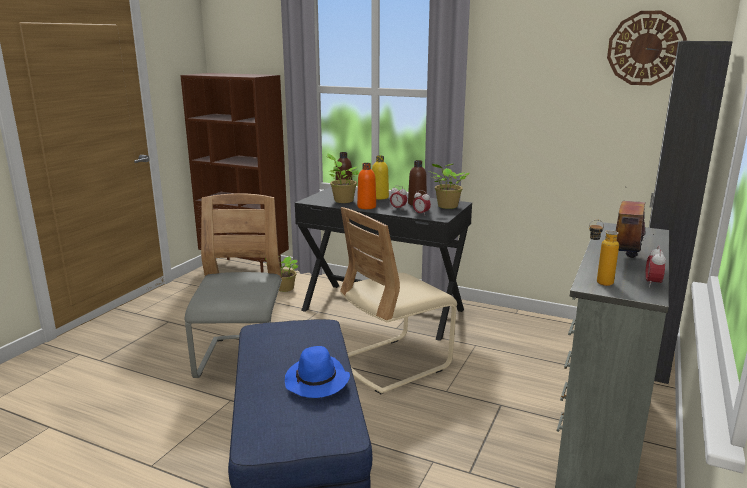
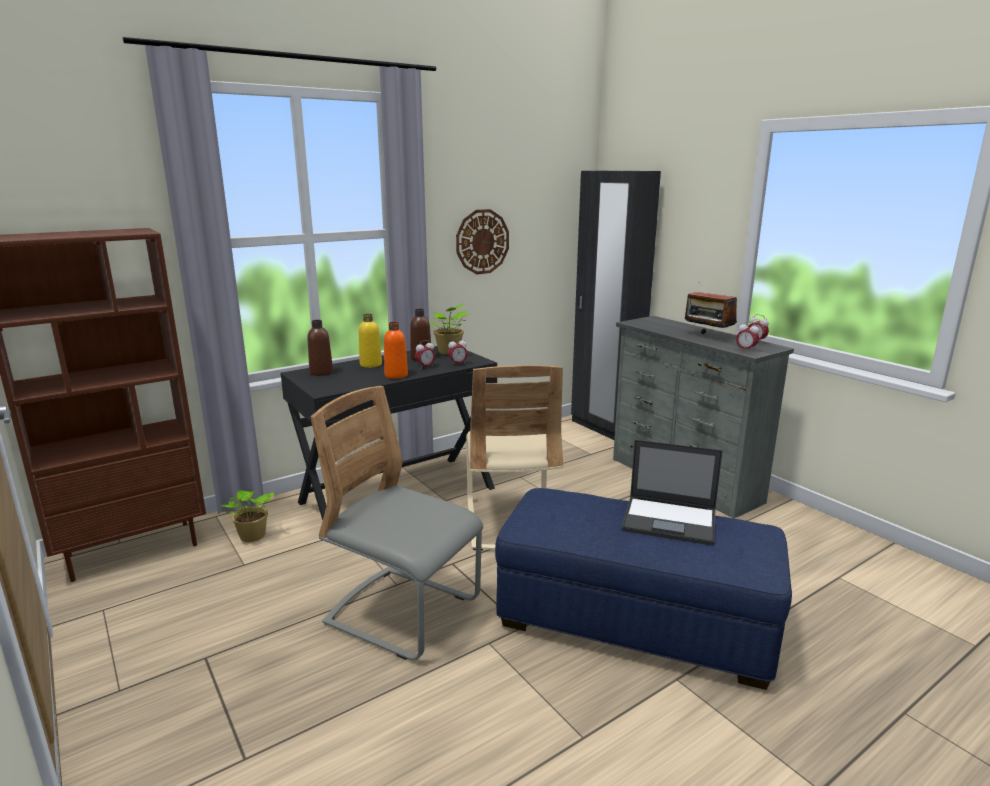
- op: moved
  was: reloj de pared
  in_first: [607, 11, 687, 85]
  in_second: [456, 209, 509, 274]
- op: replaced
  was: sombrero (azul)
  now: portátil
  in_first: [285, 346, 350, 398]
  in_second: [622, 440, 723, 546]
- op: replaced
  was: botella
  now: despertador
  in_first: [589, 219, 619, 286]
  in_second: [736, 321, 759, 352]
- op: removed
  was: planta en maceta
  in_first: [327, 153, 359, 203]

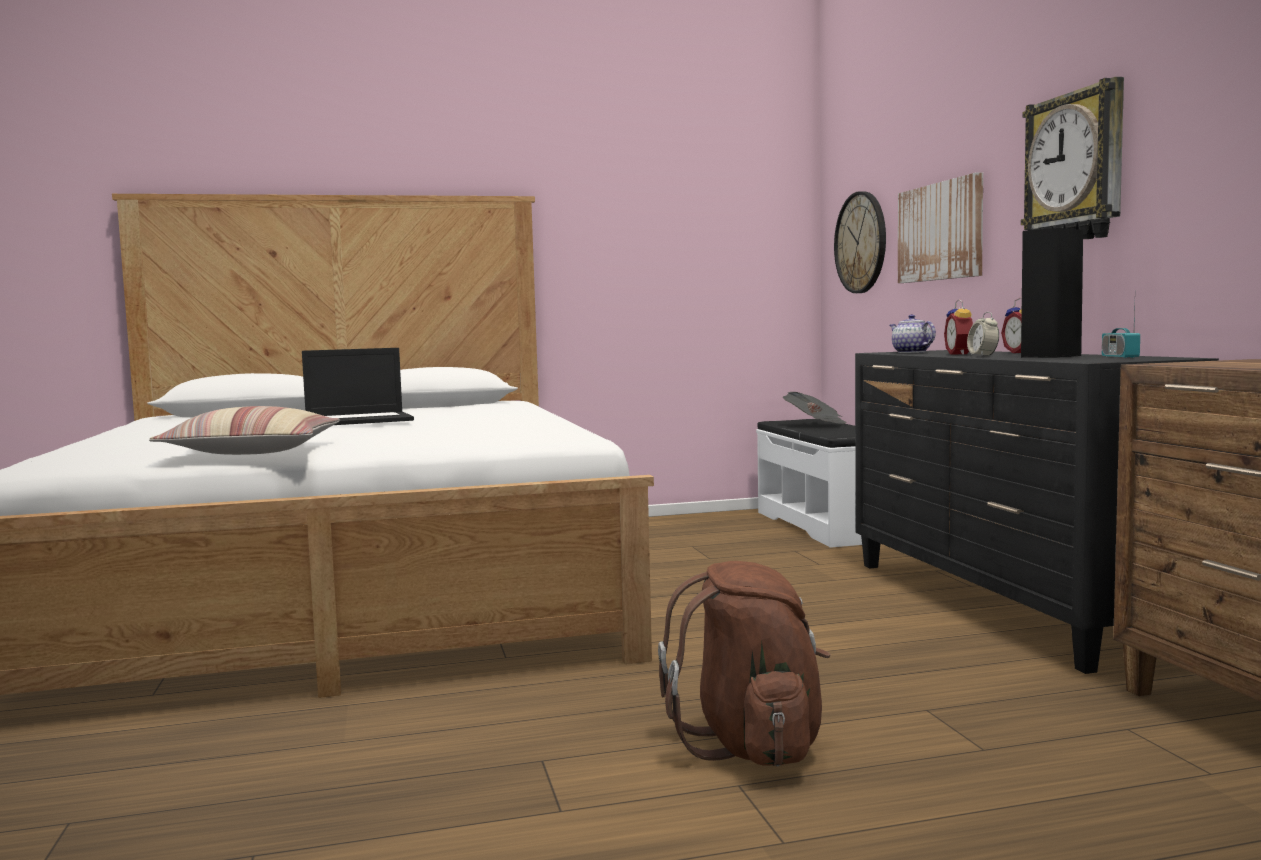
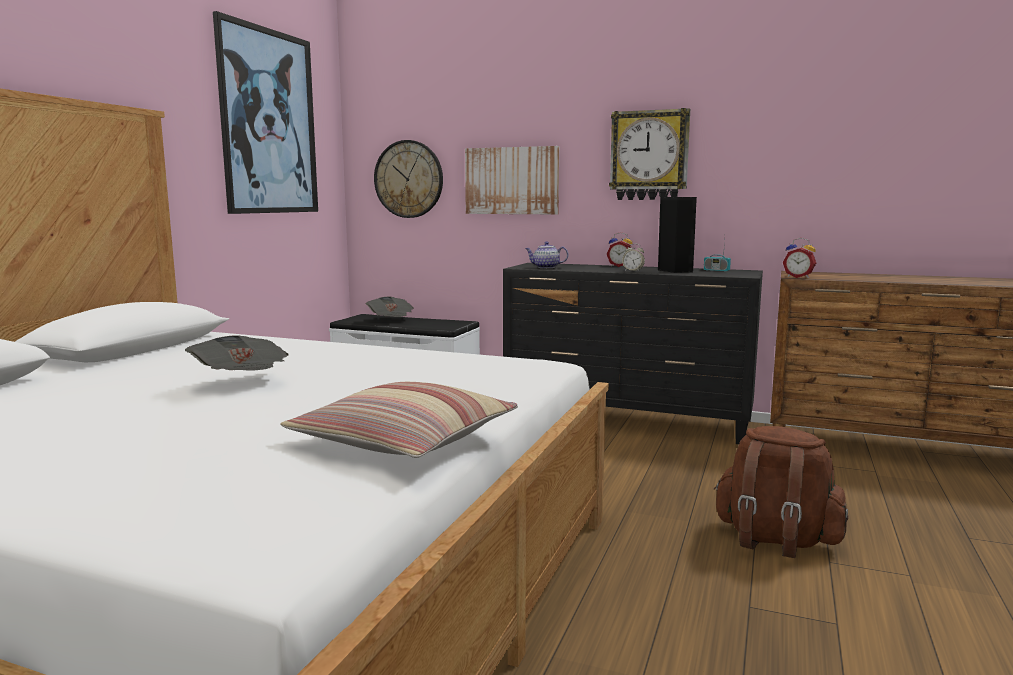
- op: replaced
  was: portátil
  now: periódico
  in_first: [302, 348, 414, 425]
  in_second: [185, 335, 289, 371]
- op: added
  now: cuadro
  in_second: [213, 11, 318, 214]
- op: moved
  was: despertador
  in_first: [944, 299, 973, 355]
  in_second: [783, 238, 816, 278]

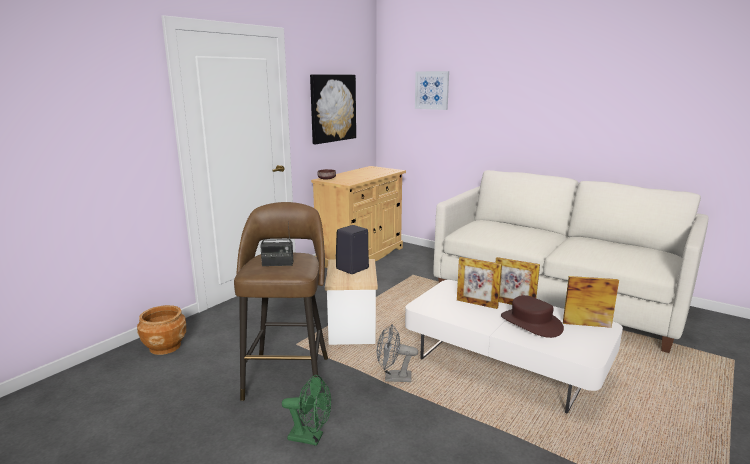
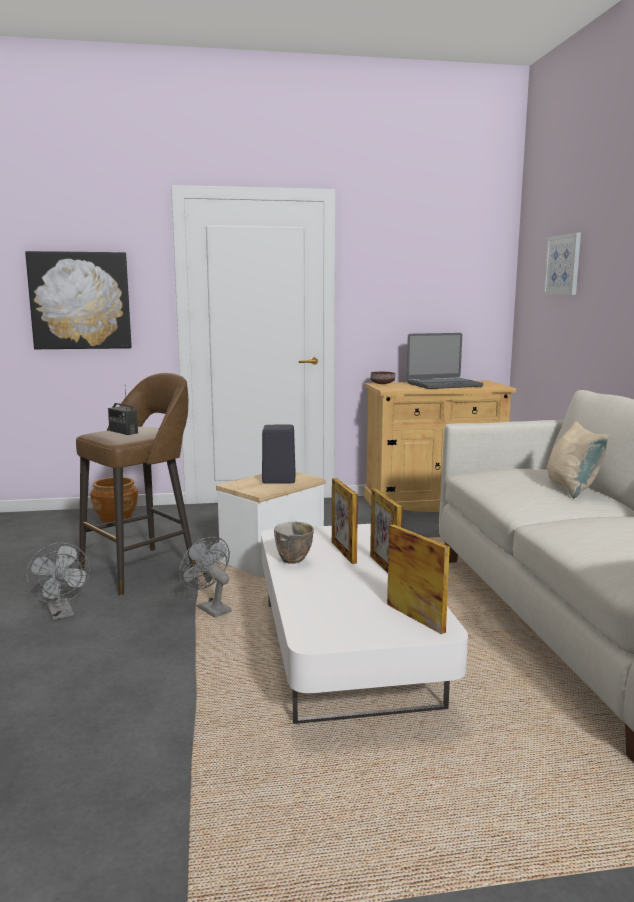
- op: moved
  was: cuadro
  in_first: [310, 74, 356, 144]
  in_second: [25, 251, 132, 349]
- op: recoloured
  was: ventilador (verde)
  now: ventilador (gris)
  in_first: [282, 375, 331, 446]
  in_second: [26, 543, 90, 620]
- op: added
  now: cuenco
  in_second: [274, 521, 314, 564]
- op: added
  now: portátil
  in_second: [407, 333, 483, 389]
- op: added
  now: cojín (beis)
  in_second: [547, 421, 609, 498]
- op: removed
  was: sombrero (marrón)
  in_first: [501, 295, 564, 338]

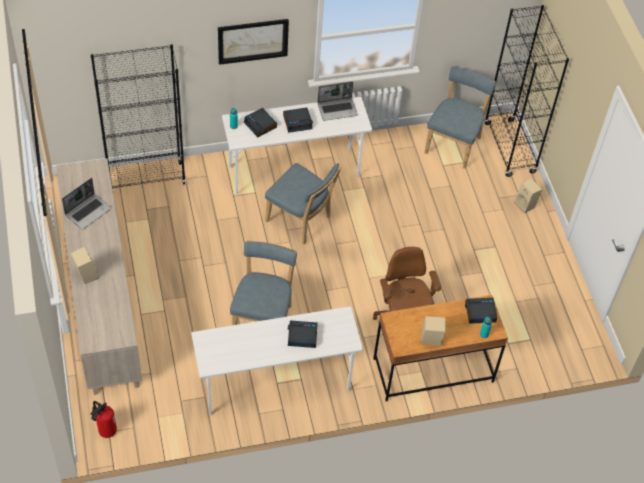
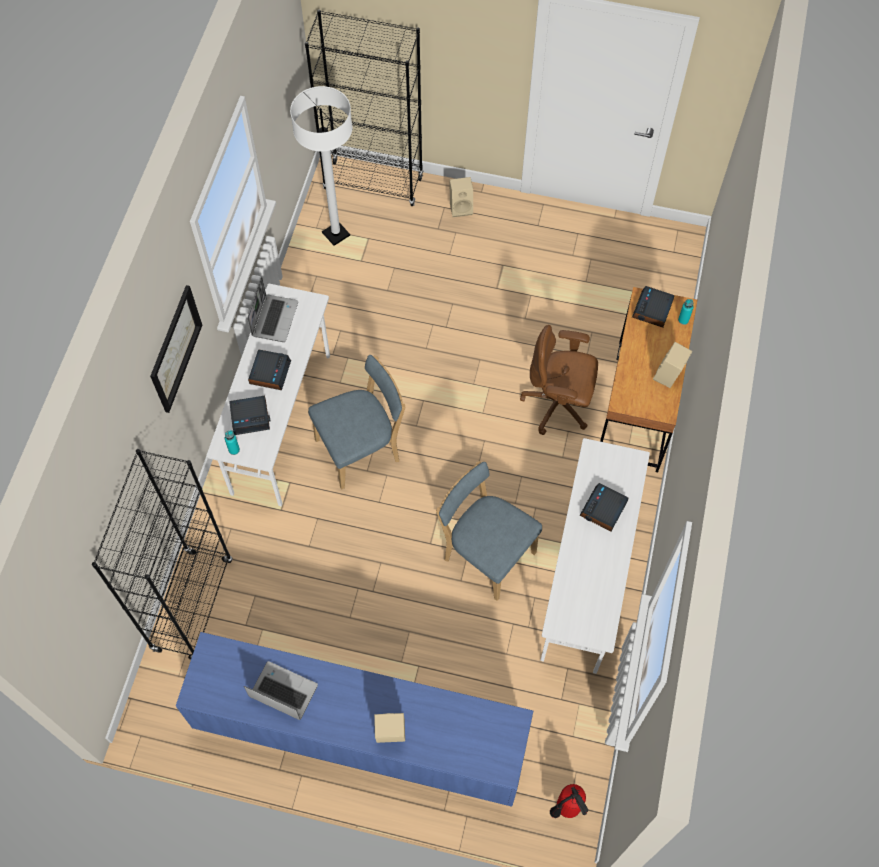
- op: recoloured
  was: armario (beis)
  now: armario (azul)
  in_first: [56, 158, 142, 395]
  in_second: [176, 632, 533, 807]
- op: turned
  was: portátil
  in_first: [62, 178, 111, 229]
  in_second: [244, 661, 318, 720]
  clockwise: -45
- op: replaced
  was: silla (azul)
  now: lámpara de pie (blanco)
  in_first: [425, 66, 496, 169]
  in_second: [290, 86, 353, 246]

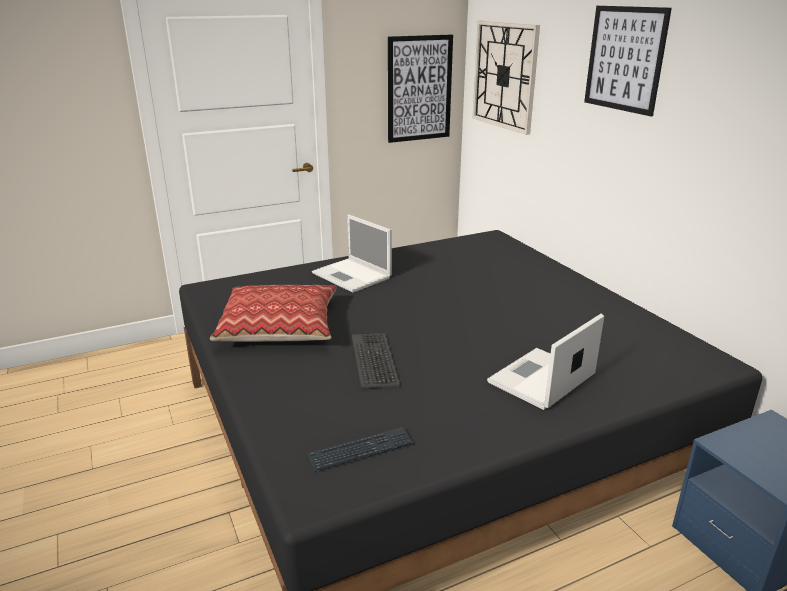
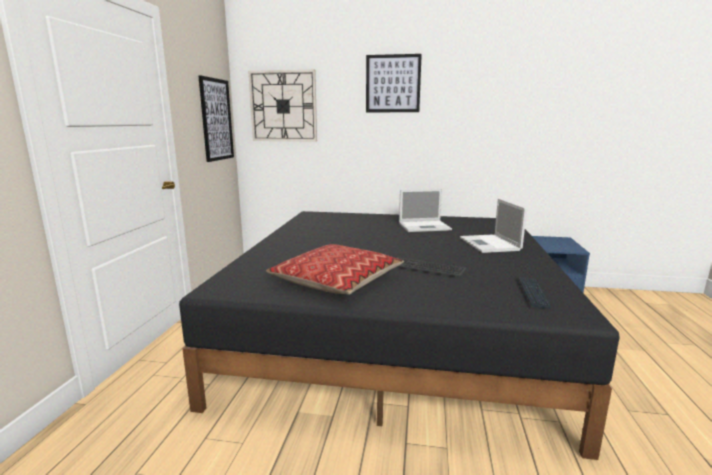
- op: moved
  was: portátil
  in_first: [312, 214, 392, 293]
  in_second: [399, 189, 452, 232]

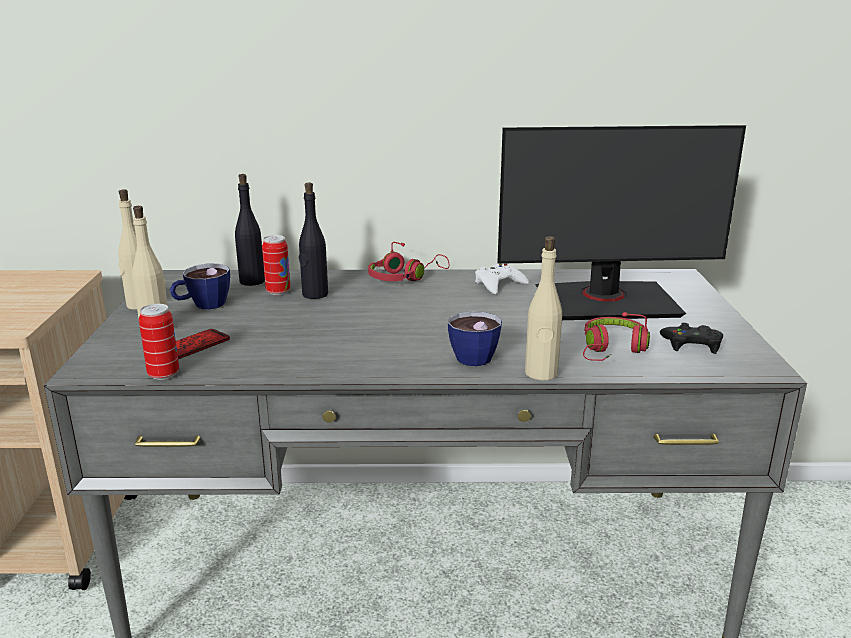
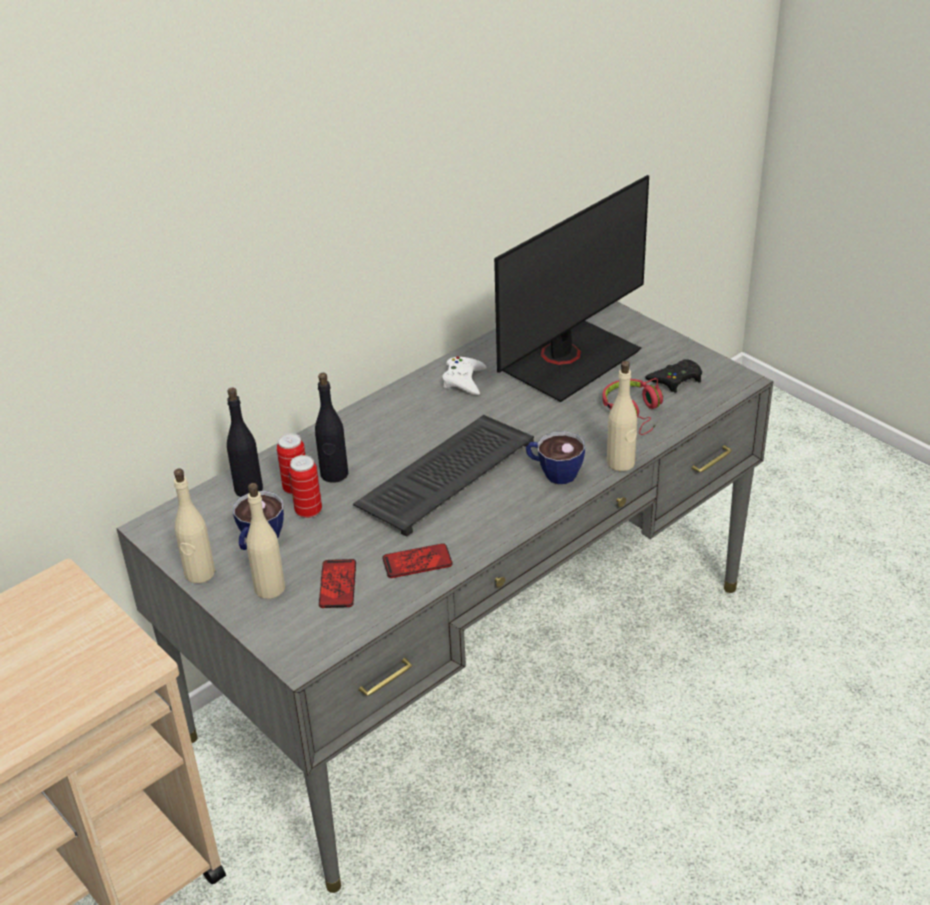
- op: moved
  was: lata
  in_first: [139, 304, 179, 380]
  in_second: [289, 455, 322, 518]
- op: added
  now: teclado
  in_second: [353, 415, 534, 537]
- op: added
  now: móvil
  in_second: [382, 543, 453, 578]
- op: removed
  was: auriculares (rojo)
  in_first: [368, 242, 449, 281]

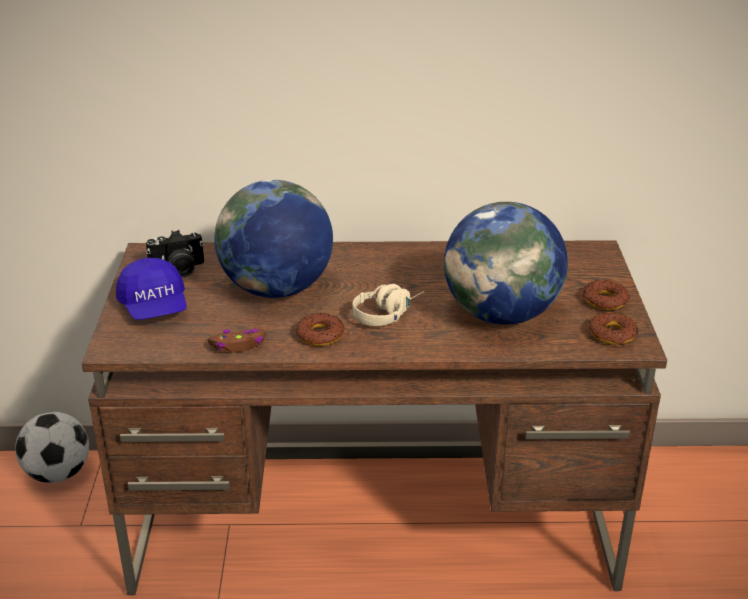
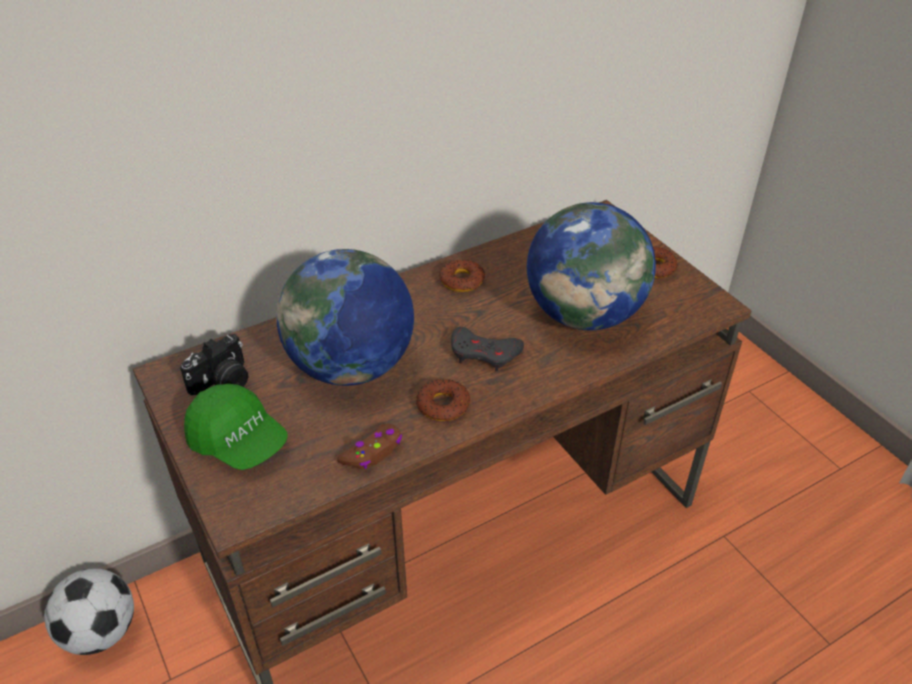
- op: recoloured
  was: gorra (azul)
  now: gorra (verde)
  in_first: [116, 258, 187, 320]
  in_second: [184, 383, 288, 470]
- op: moved
  was: rosquilla
  in_first: [589, 312, 638, 345]
  in_second: [439, 260, 485, 292]
- op: replaced
  was: auriculares (beis)
  now: mando de consola (gris)
  in_first: [352, 284, 424, 326]
  in_second: [451, 327, 524, 371]

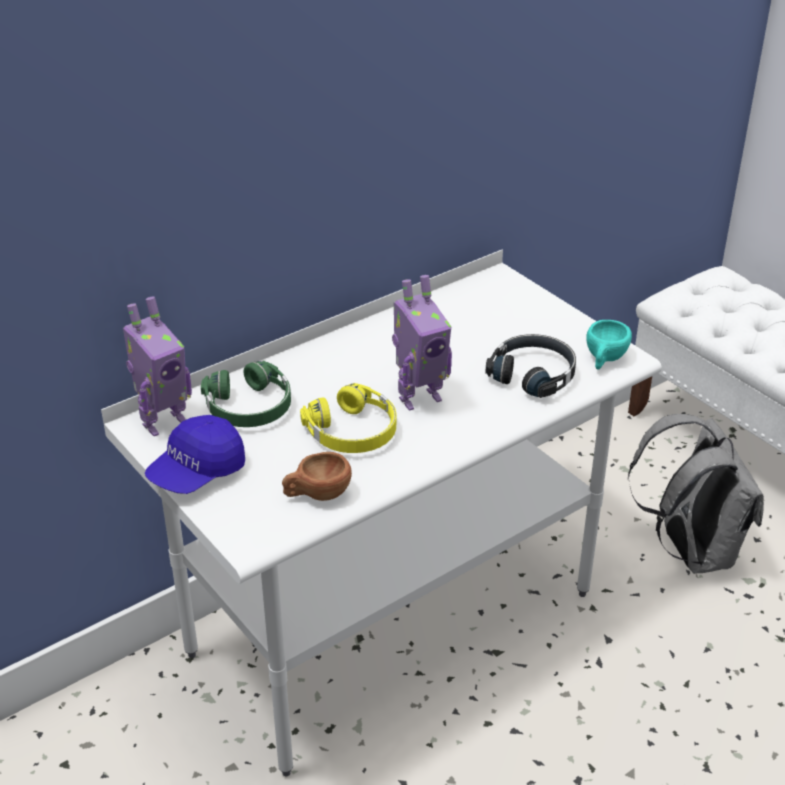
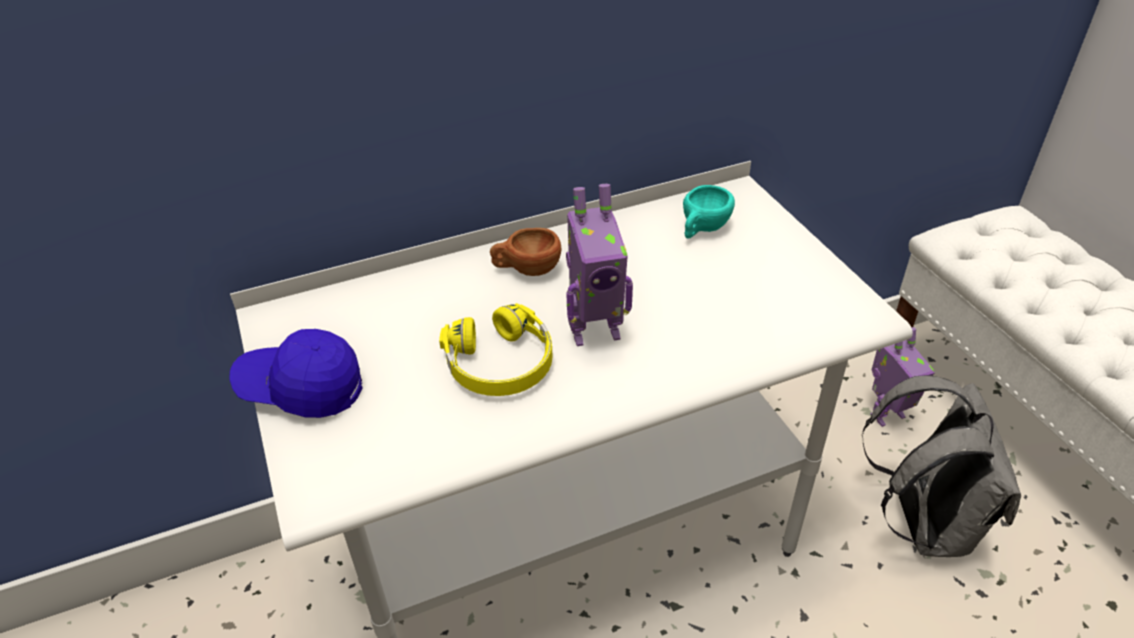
- op: turned
  was: gorra (azul)
  in_first: [145, 415, 245, 494]
  in_second: [229, 329, 362, 418]
  clockwise: 45
- op: moved
  was: taza (marrón)
  in_first: [282, 452, 352, 501]
  in_second: [490, 228, 562, 276]
- op: moved
  was: taza (turquesa)
  in_first: [586, 320, 632, 370]
  in_second: [683, 185, 735, 239]
- op: moved
  was: robot de juguete
  in_first: [123, 297, 192, 437]
  in_second: [870, 327, 935, 427]
- op: removed
  was: auriculares (verde)
  in_first: [201, 361, 291, 427]
- op: removed
  was: auriculares (negro)
  in_first: [485, 334, 576, 398]

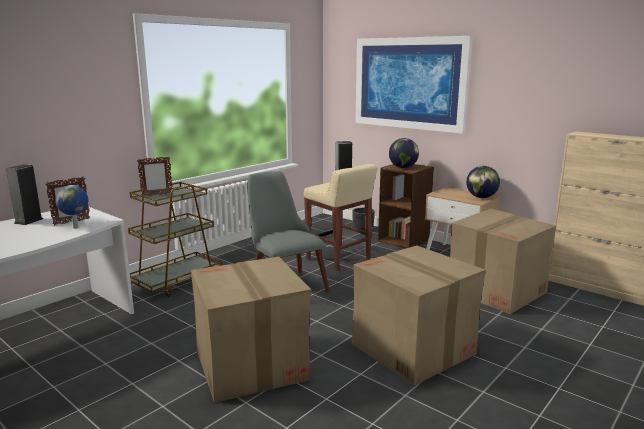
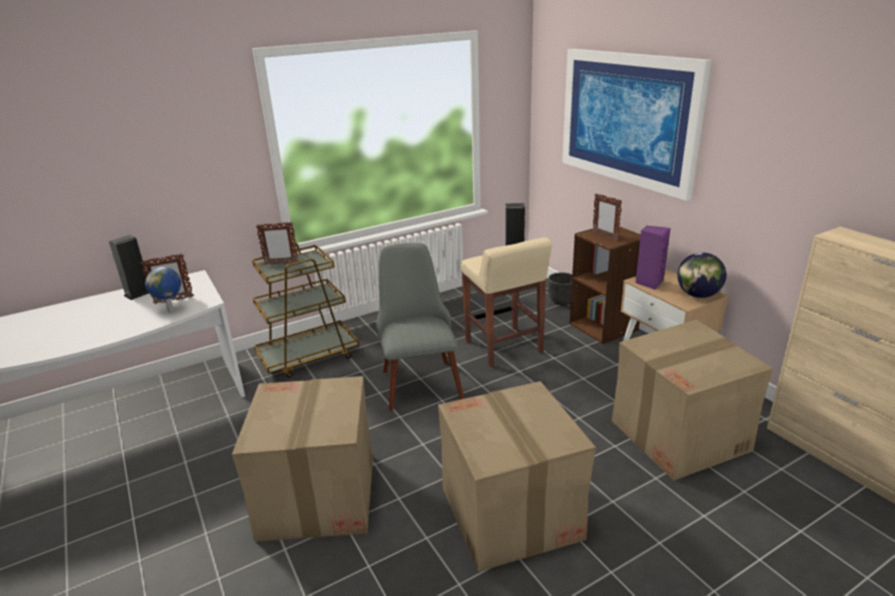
- op: replaced
  was: globo terráqueo
  now: portarretratos
  in_first: [389, 138, 419, 168]
  in_second: [593, 193, 622, 241]
- op: added
  now: altavoz (morado)
  in_second: [635, 226, 671, 290]

